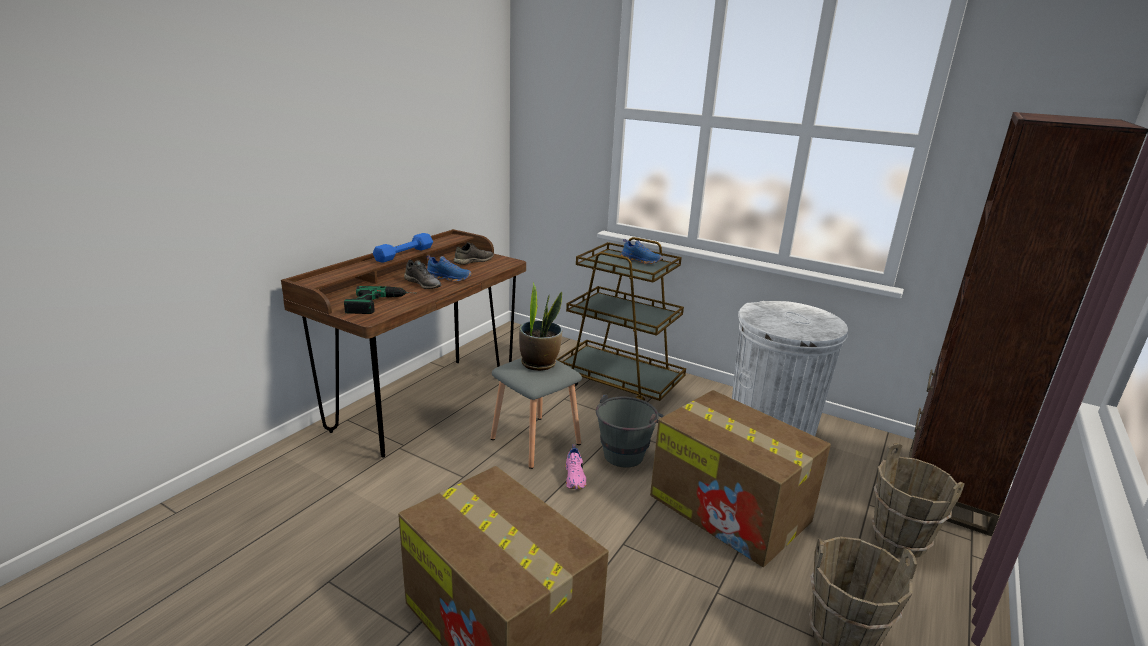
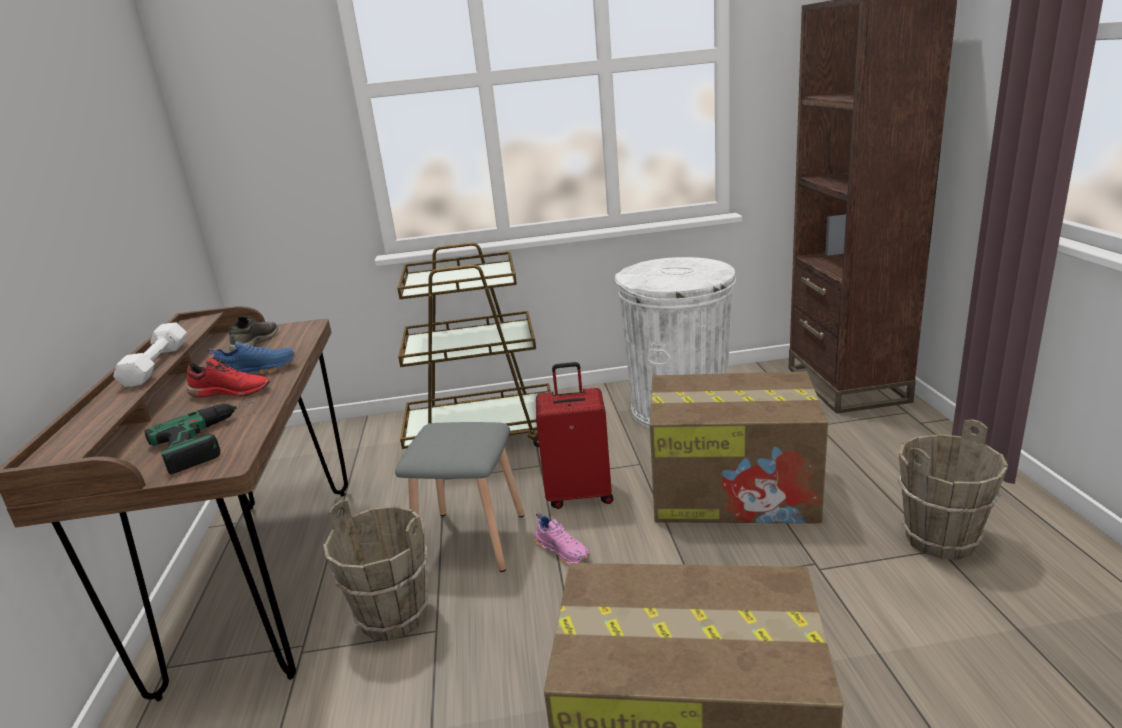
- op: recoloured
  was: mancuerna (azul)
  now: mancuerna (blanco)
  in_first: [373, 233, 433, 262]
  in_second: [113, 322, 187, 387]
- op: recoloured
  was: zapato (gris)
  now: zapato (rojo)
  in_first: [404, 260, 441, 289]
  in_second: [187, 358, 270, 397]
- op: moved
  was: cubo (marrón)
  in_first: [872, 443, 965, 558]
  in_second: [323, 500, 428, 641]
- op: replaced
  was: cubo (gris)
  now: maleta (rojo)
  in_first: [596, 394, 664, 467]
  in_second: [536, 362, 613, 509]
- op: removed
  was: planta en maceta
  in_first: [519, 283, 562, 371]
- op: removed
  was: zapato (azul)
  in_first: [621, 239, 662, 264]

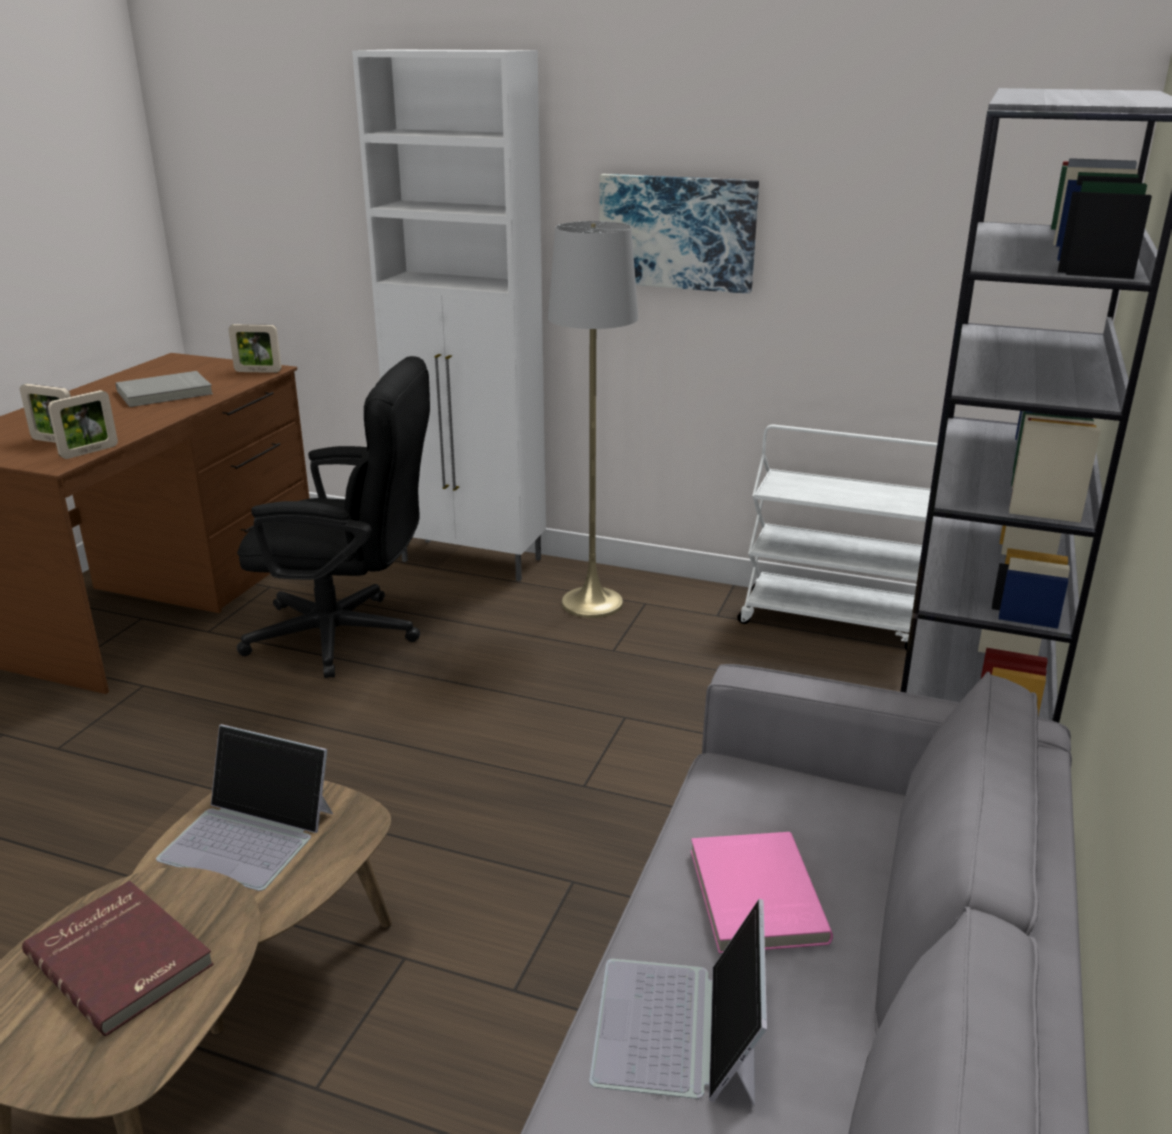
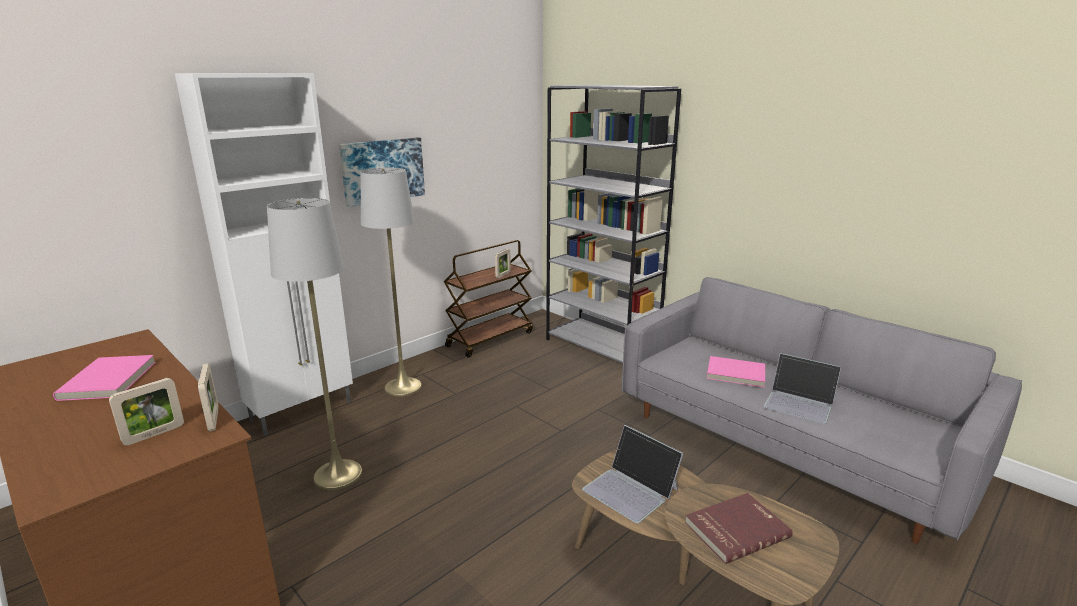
- op: recoloured
  was: libro (gris)
  now: libro (rosa)
  in_first: [116, 371, 213, 407]
  in_second: [53, 355, 156, 401]
- op: replaced
  was: silla de oficina (negro)
  now: lámpara de pie (gris)
  in_first: [237, 356, 430, 678]
  in_second: [267, 198, 362, 490]
- op: recoloured
  was: carrito (blanco)
  now: carrito (marrón)
  in_first: [737, 425, 938, 651]
  in_second: [444, 240, 533, 358]
- op: moved
  was: portarretratos
  in_first: [228, 324, 282, 373]
  in_second: [495, 249, 511, 278]
- op: turned
  was: portátil
  in_first: [156, 724, 333, 891]
  in_second: [582, 425, 684, 523]
  clockwise: 90

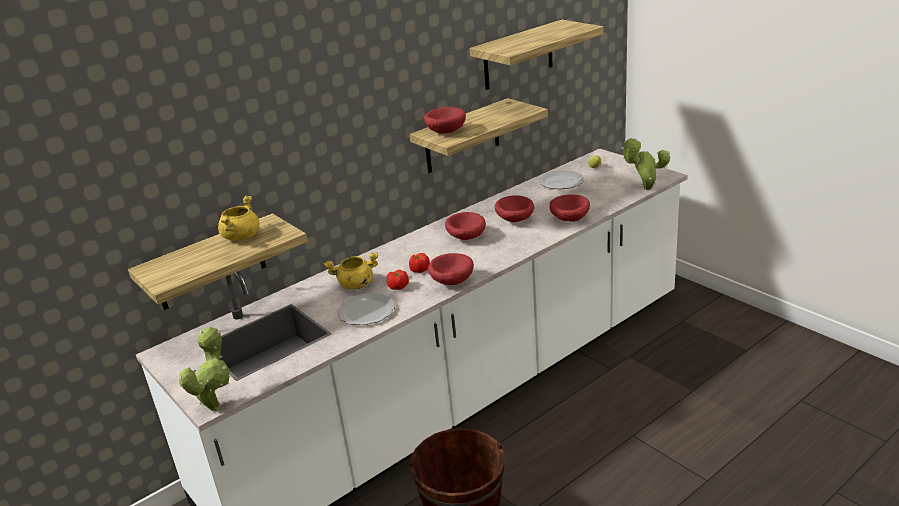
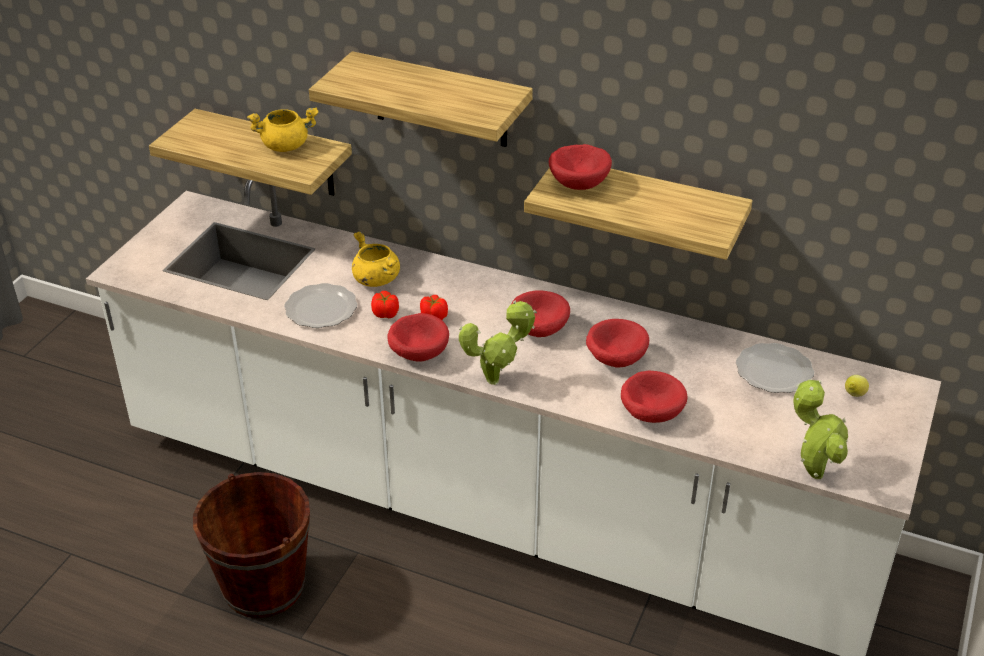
- op: moved
  was: estante
  in_first: [469, 20, 604, 90]
  in_second: [309, 51, 533, 147]
- op: moved
  was: planta en maceta
  in_first: [179, 327, 231, 411]
  in_second: [459, 300, 537, 385]

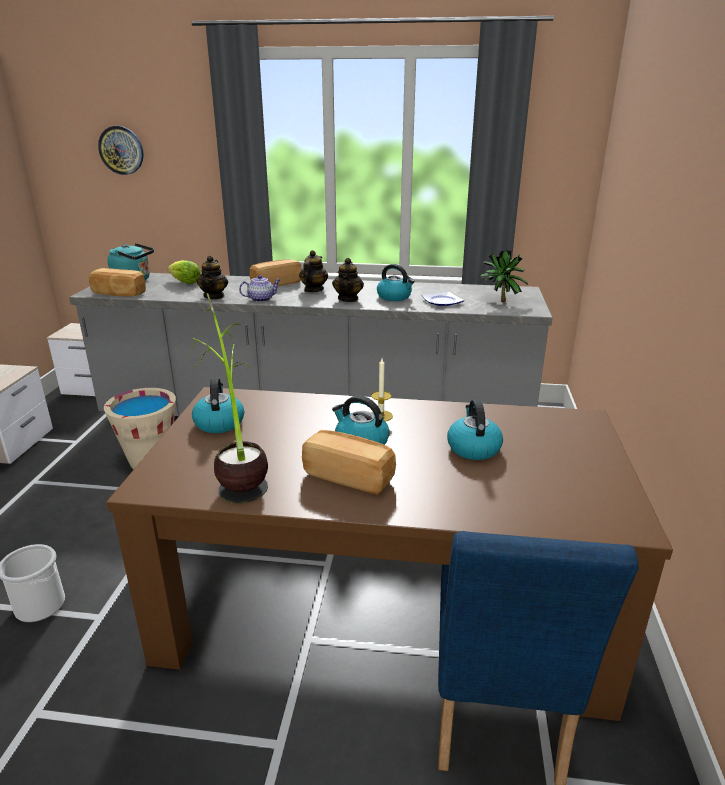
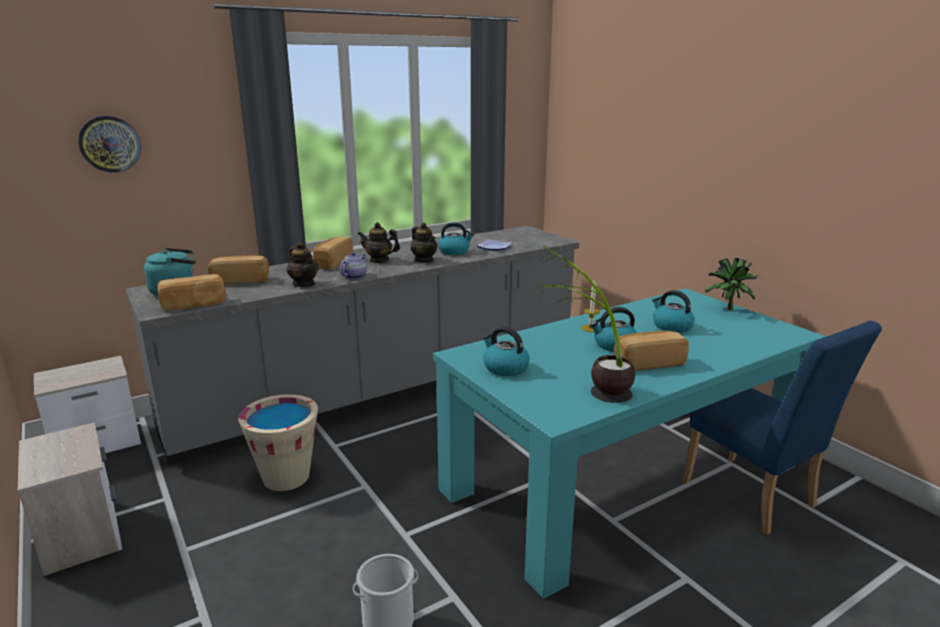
- op: replaced
  was: lechuga
  now: pan
  in_first: [167, 260, 201, 284]
  in_second: [208, 255, 269, 285]
- op: turned
  was: tetera
  in_first: [299, 250, 328, 292]
  in_second: [358, 222, 400, 263]
  clockwise: -60
- op: recoloured
  was: mesa de comedor (marrón)
  now: mesa de comedor (turquesa)
  in_first: [106, 387, 673, 721]
  in_second: [433, 288, 826, 599]
- op: moved
  was: planta en maceta
  in_first: [480, 250, 528, 302]
  in_second: [705, 258, 757, 310]

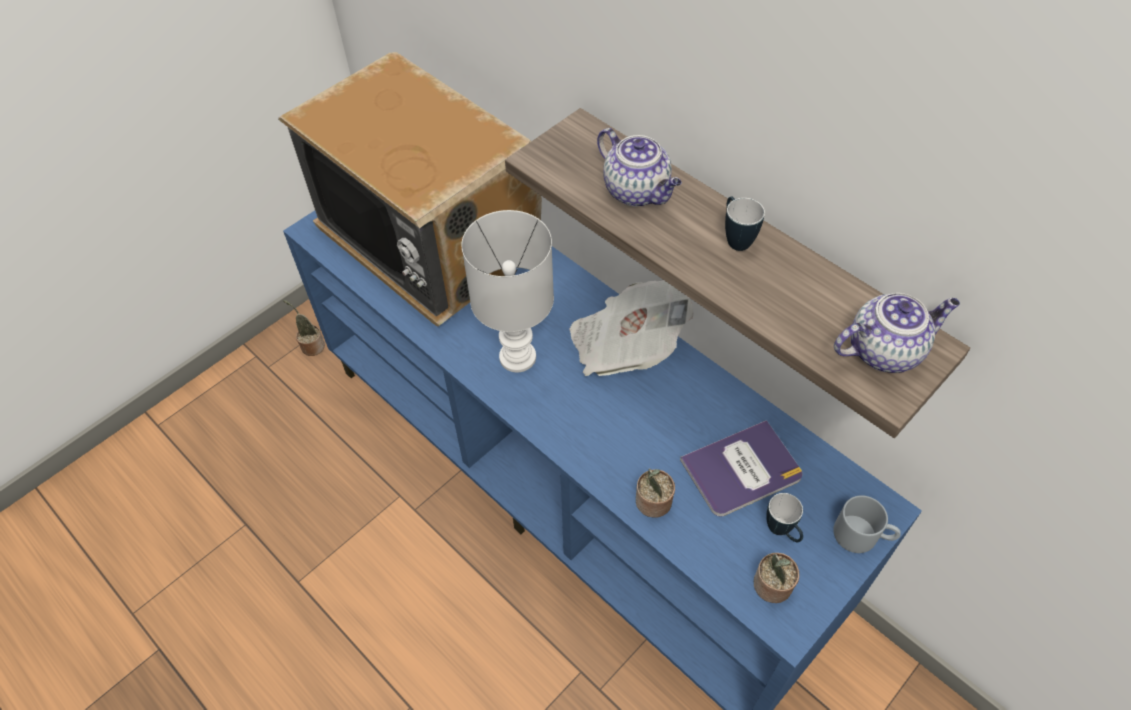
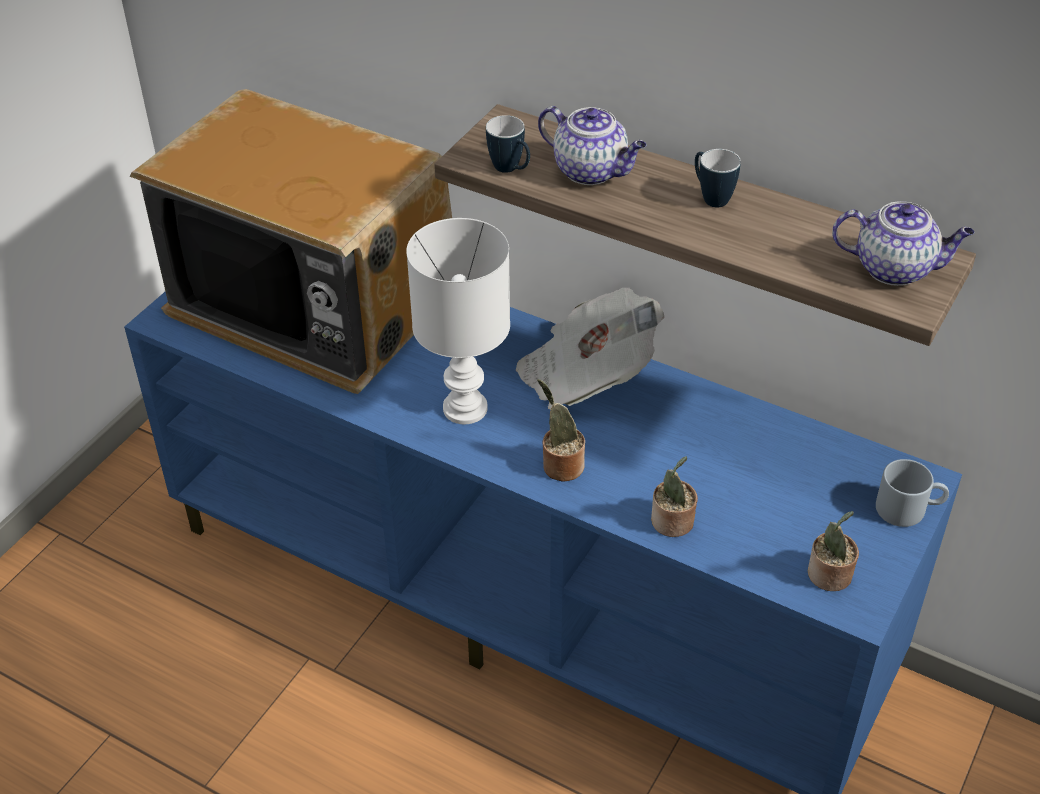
- op: moved
  was: taza grande
  in_first: [766, 493, 803, 542]
  in_second: [486, 115, 530, 173]
- op: moved
  was: planta en maceta
  in_first: [283, 300, 325, 356]
  in_second: [537, 379, 585, 482]
- op: turned
  was: tetera
  in_first: [834, 293, 960, 373]
  in_second: [832, 201, 974, 286]
  clockwise: 45
- op: removed
  was: libro
  in_first: [680, 420, 803, 516]

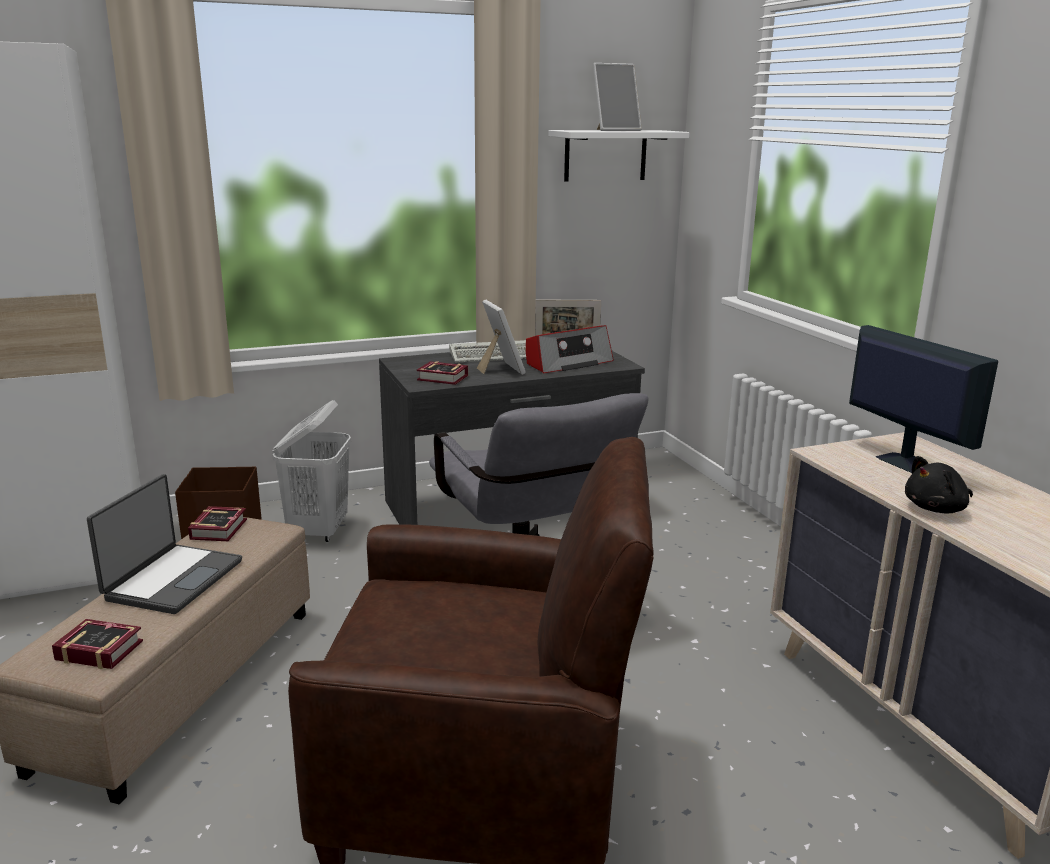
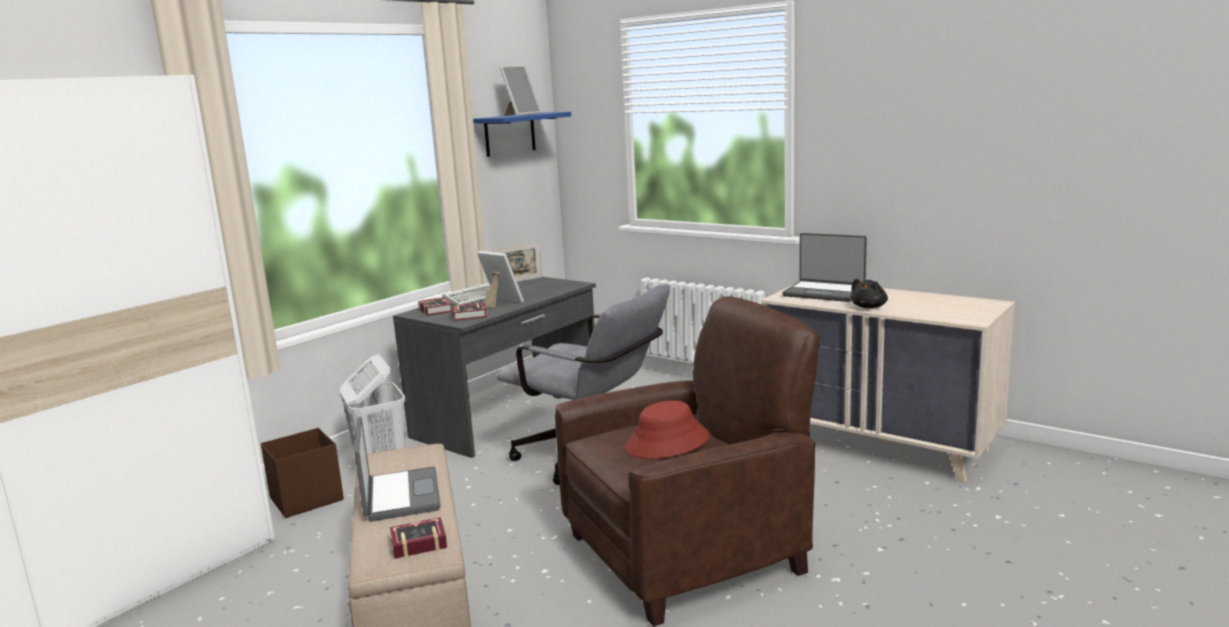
- op: moved
  was: libro
  in_first: [188, 506, 247, 541]
  in_second: [418, 297, 452, 316]
- op: recoloured
  was: estante (blanco)
  now: estante (azul)
  in_first: [549, 130, 689, 181]
  in_second: [473, 112, 571, 157]
- op: added
  now: sombrero (rojo)
  in_second: [625, 401, 709, 459]
- op: replaced
  was: monitor
  now: portátil
  in_first: [849, 325, 998, 473]
  in_second: [782, 233, 867, 302]
- op: removed
  was: radio
  in_first: [526, 325, 614, 373]

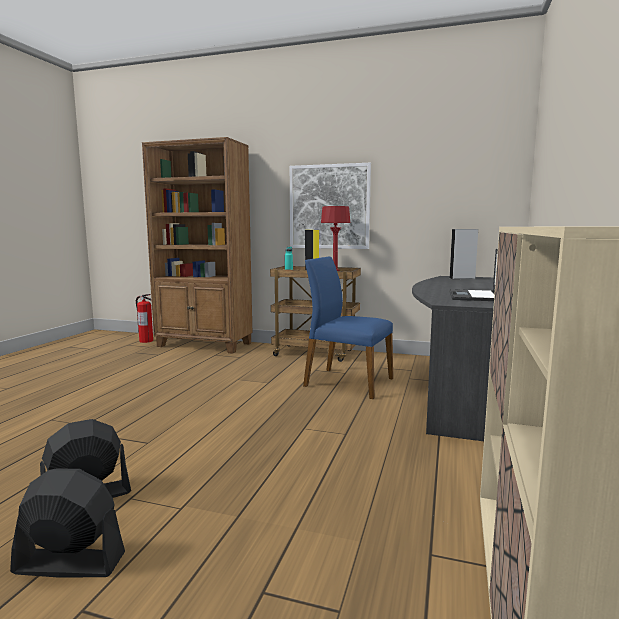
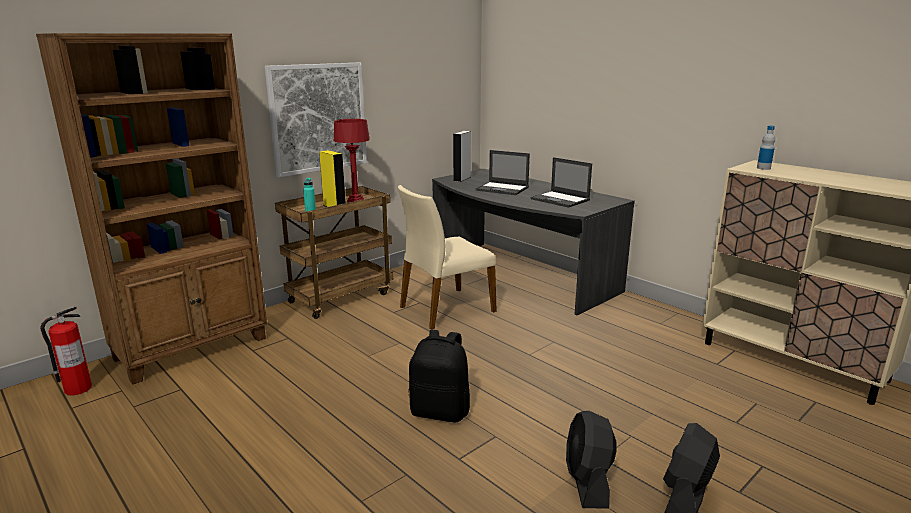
- op: recoloured
  was: silla (azul)
  now: silla (beis)
  in_first: [303, 257, 393, 399]
  in_second: [398, 185, 497, 330]
- op: added
  now: mochila (negro)
  in_second: [409, 330, 470, 423]
- op: added
  now: portátil
  in_second: [476, 150, 530, 195]
- op: added
  now: botella
  in_second: [757, 125, 775, 170]

